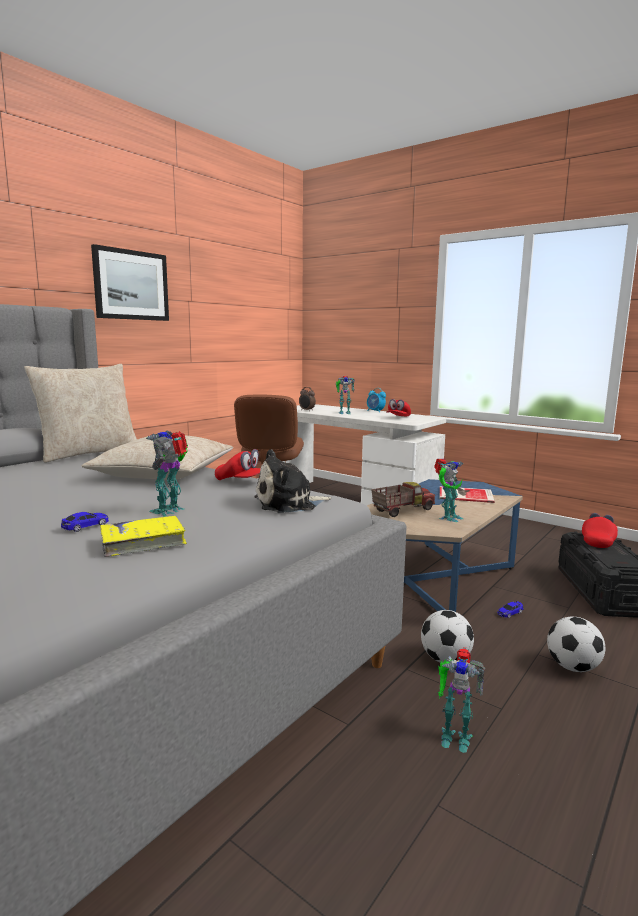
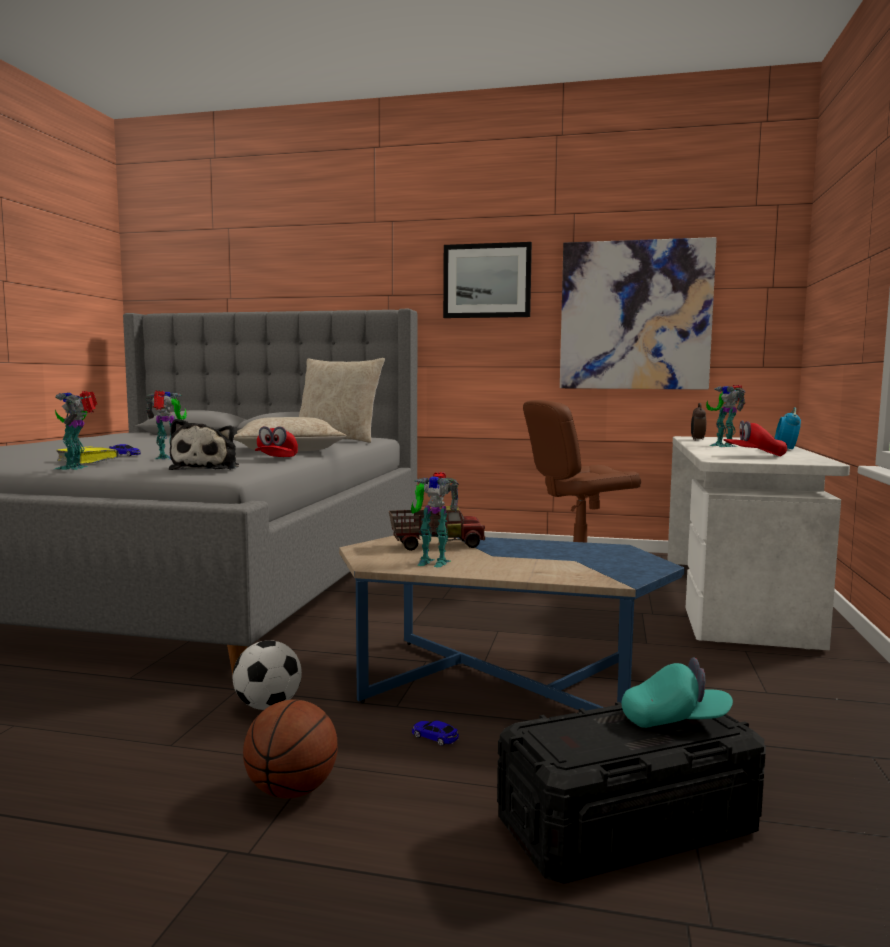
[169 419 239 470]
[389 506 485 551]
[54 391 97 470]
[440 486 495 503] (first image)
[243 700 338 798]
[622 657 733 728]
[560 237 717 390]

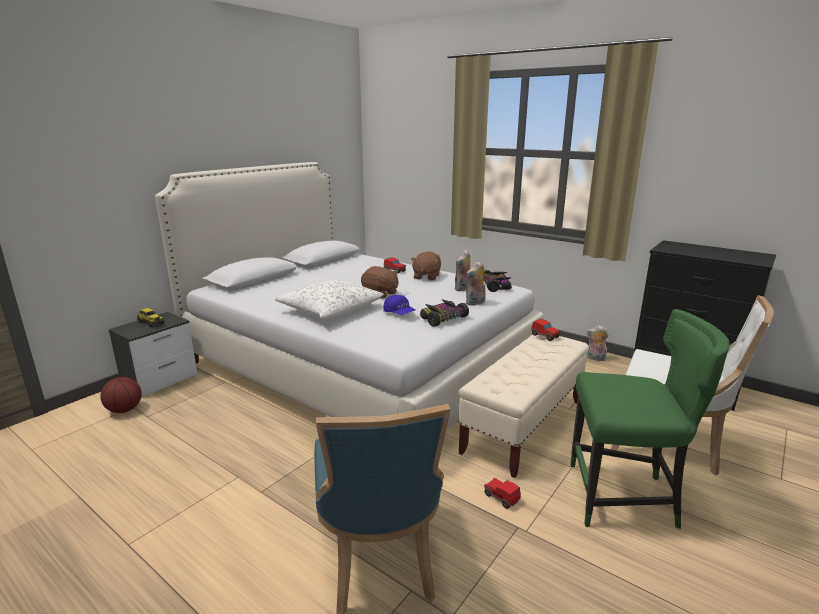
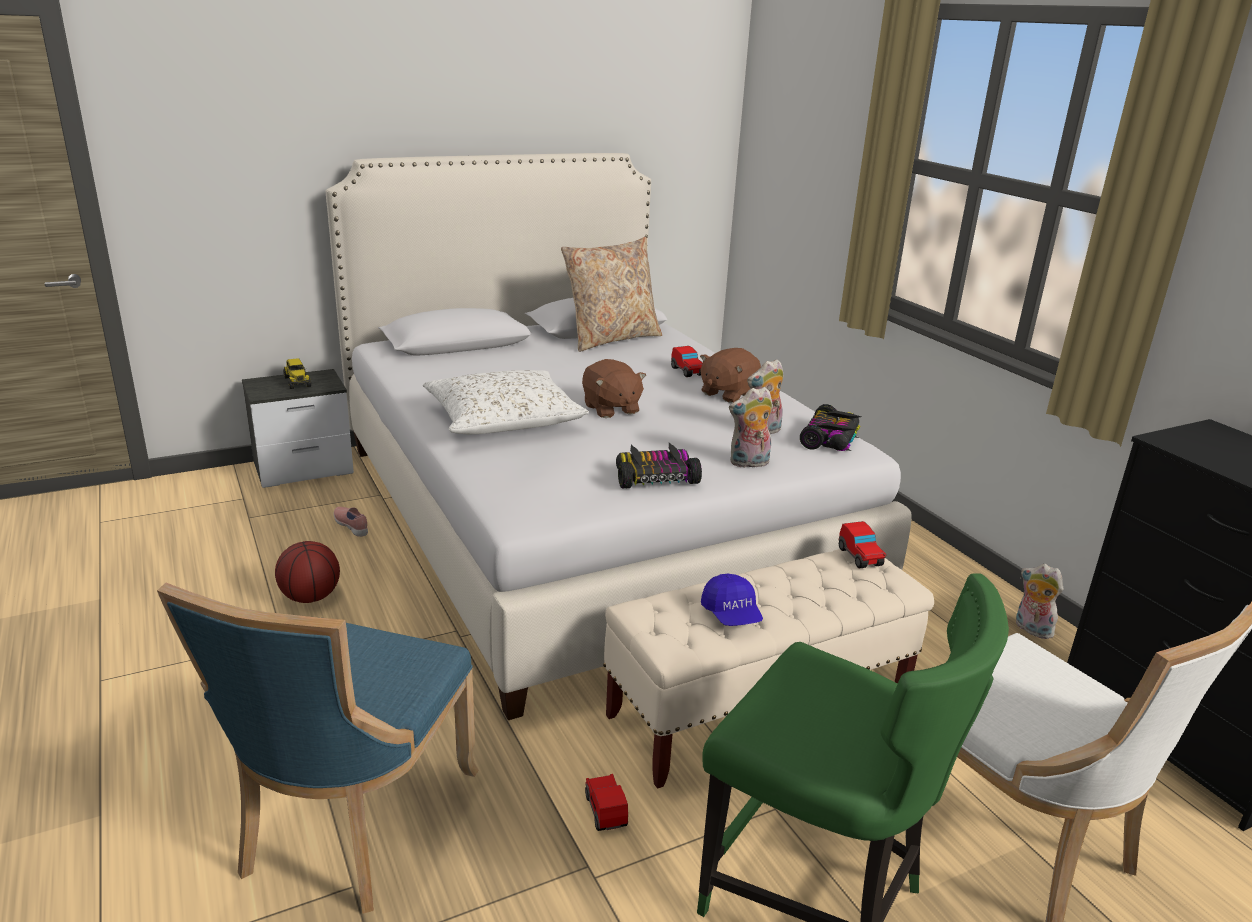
[275 541 340 603]
[701 573 763 626]
[334 507 368 537]
[561 237 662 352]

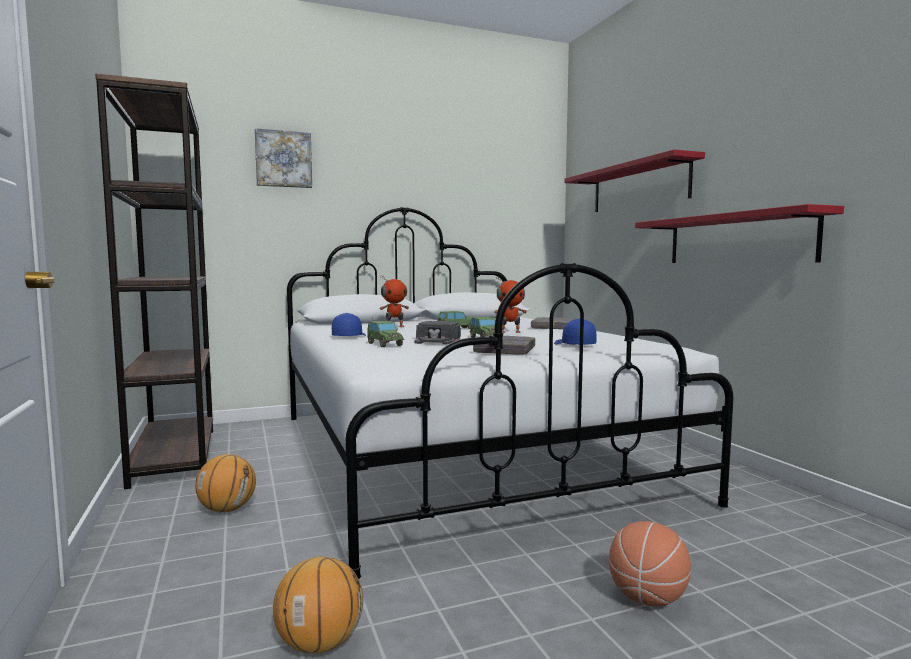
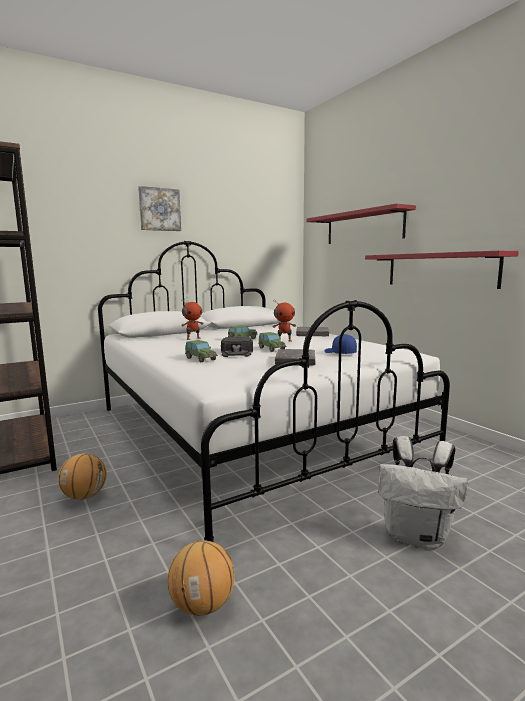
[138 186 181 231]
[332 313 366 336] (first image)
[378 436 468 549]

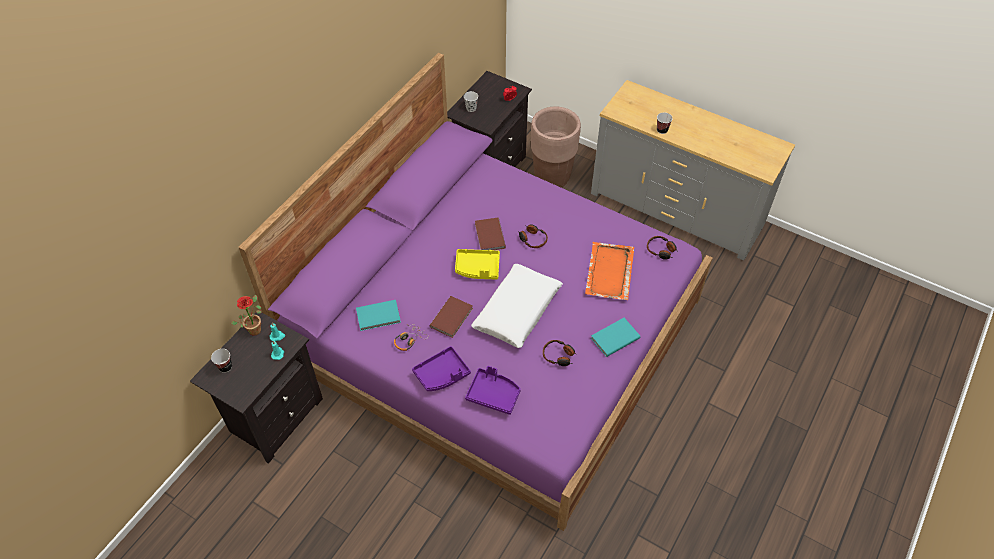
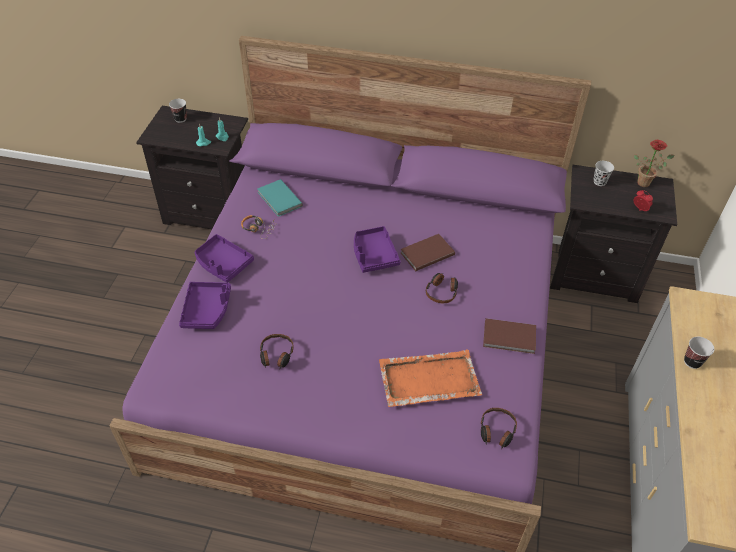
[634 140 674 187]
[483 318 536 354]
[354 226 401 273]
[471 264 563 348] (first image)
[531 107 581 188] (first image)
[591 318 640 357] (first image)

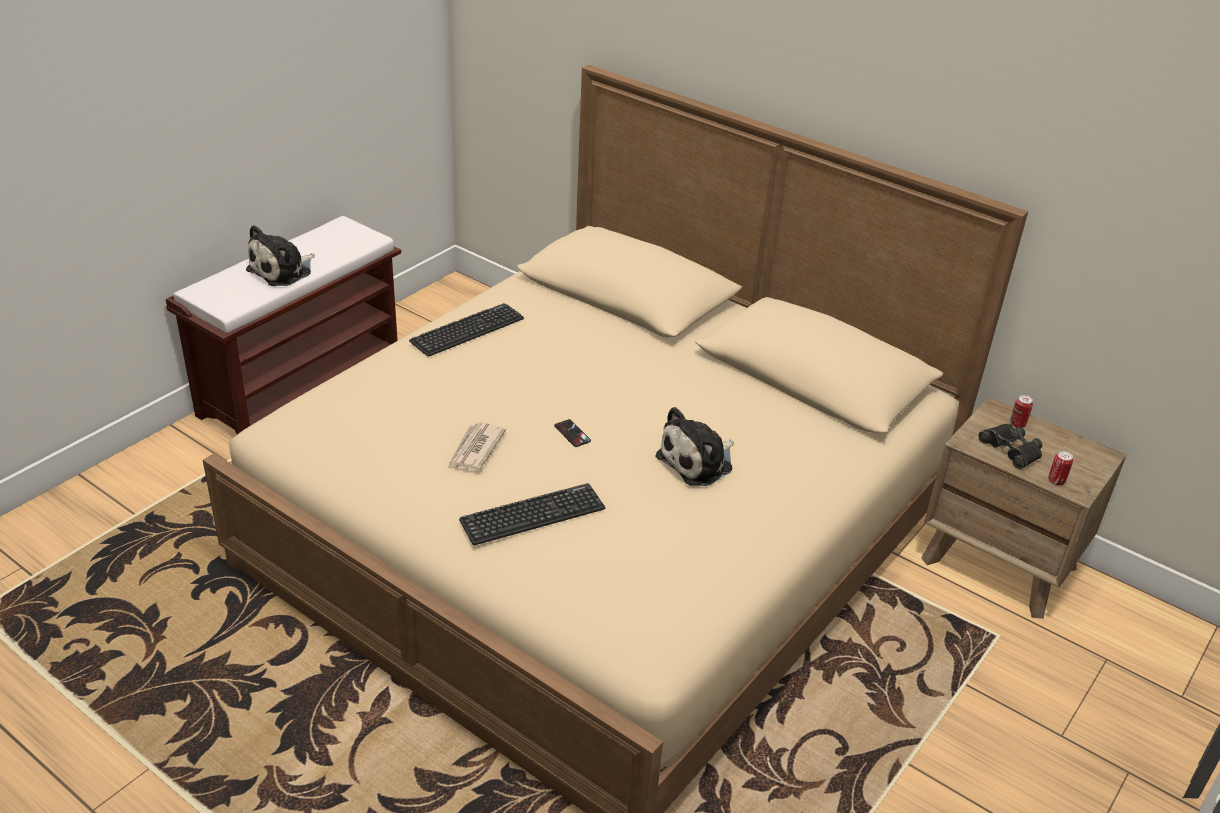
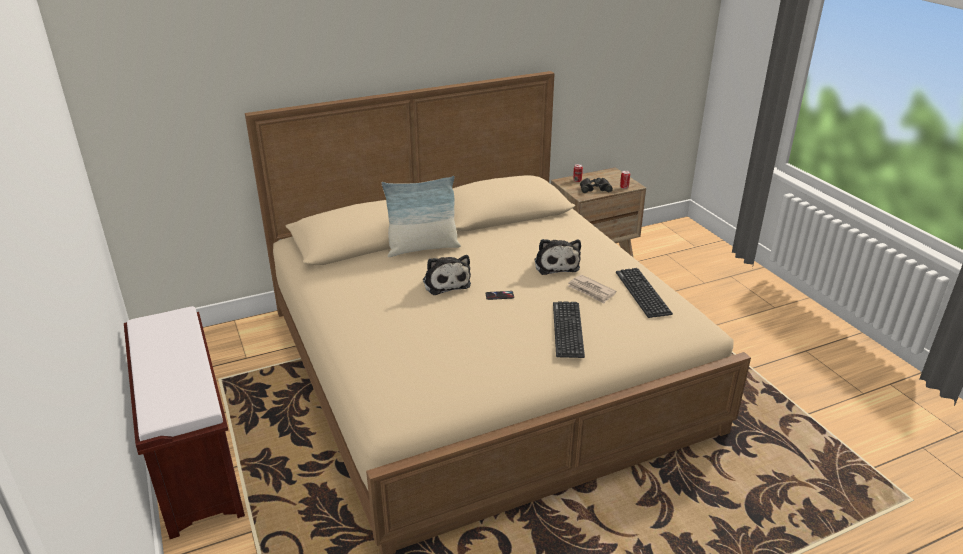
[423 255 471 295]
[616 268 673 318]
[568 275 616 304]
[381 176 461 257]

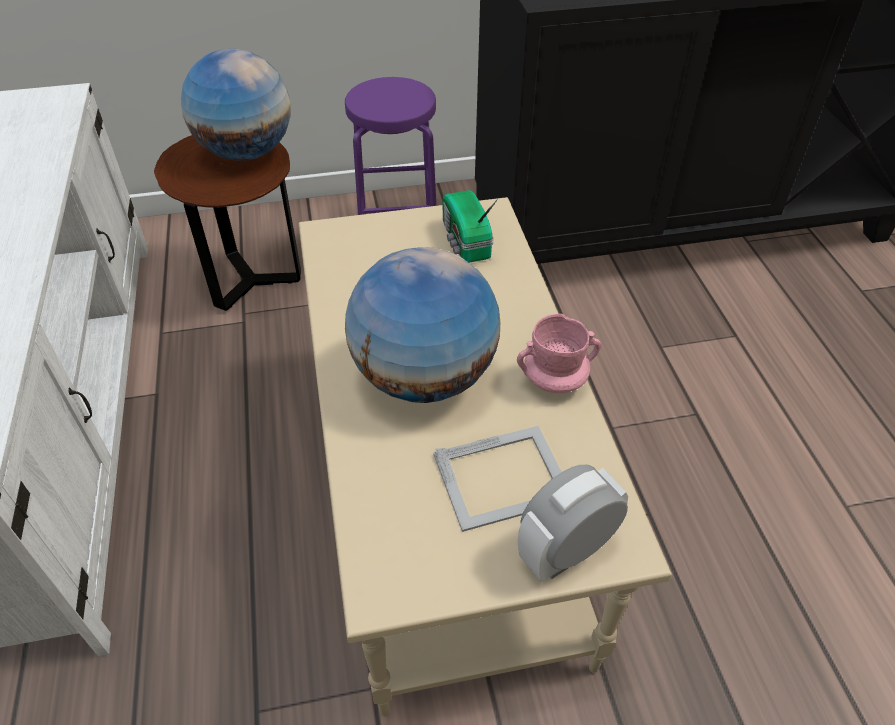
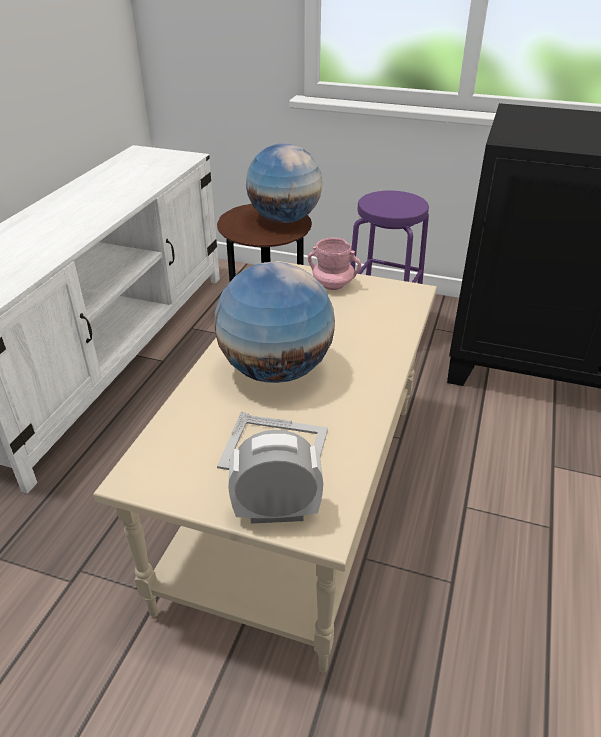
[442 190 498 263] (first image)
[308 237 361 290]

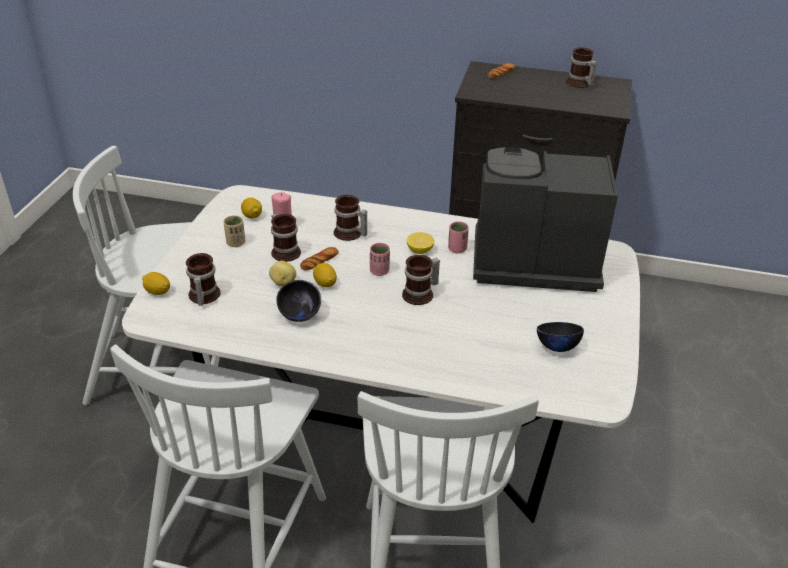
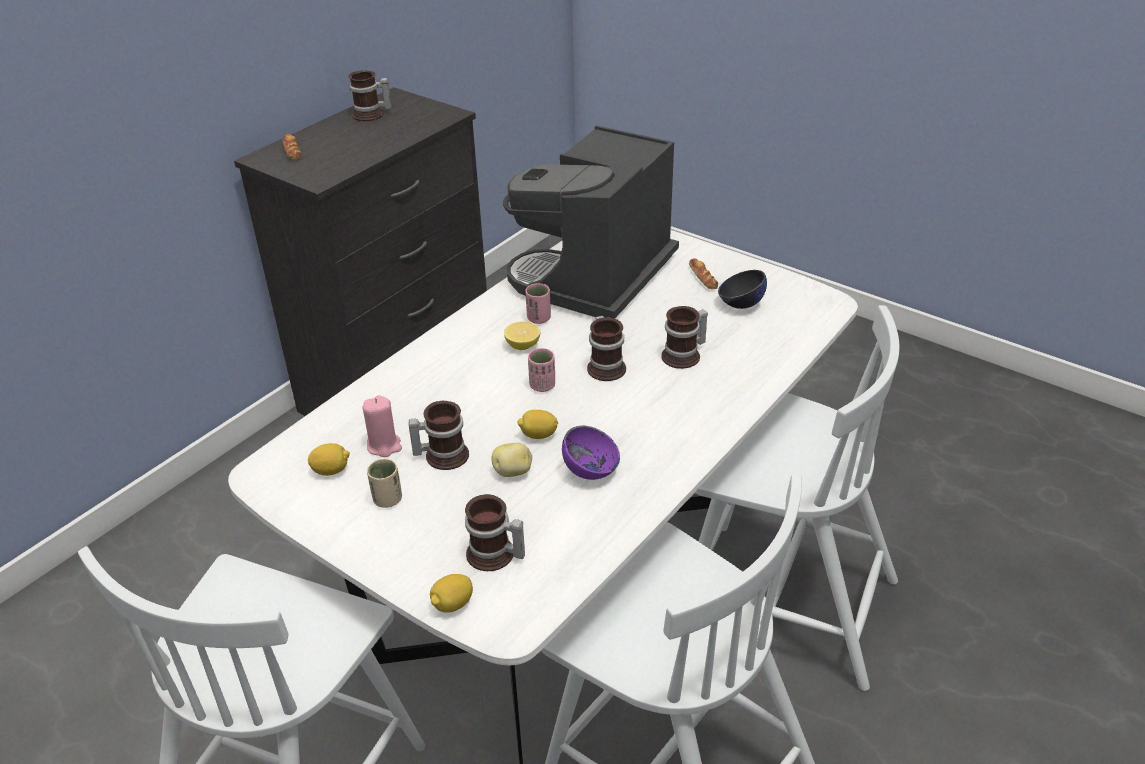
[562 426 620 480]
[689 259 718 289]
[661 306 708 369]

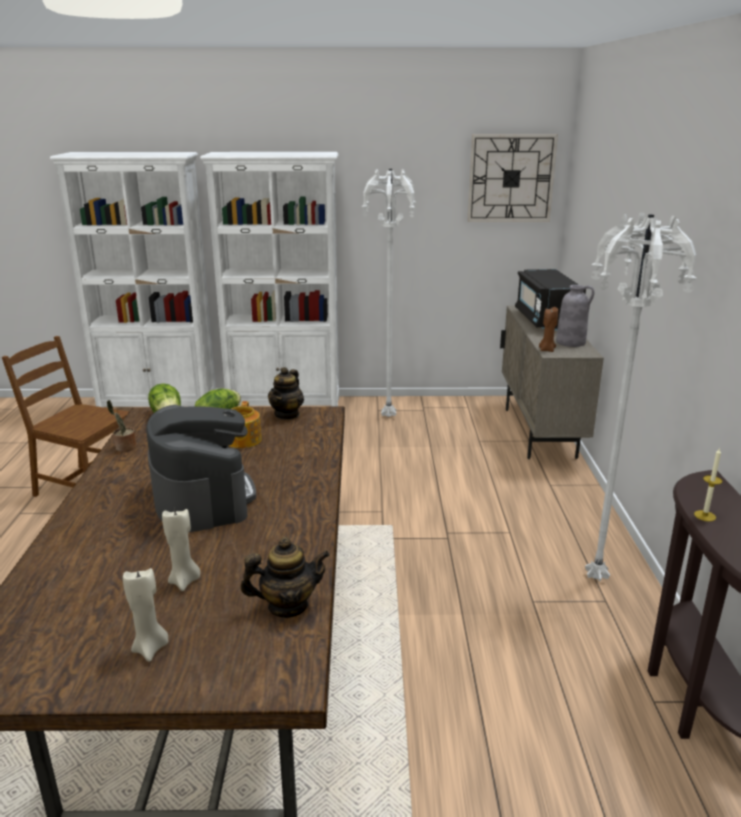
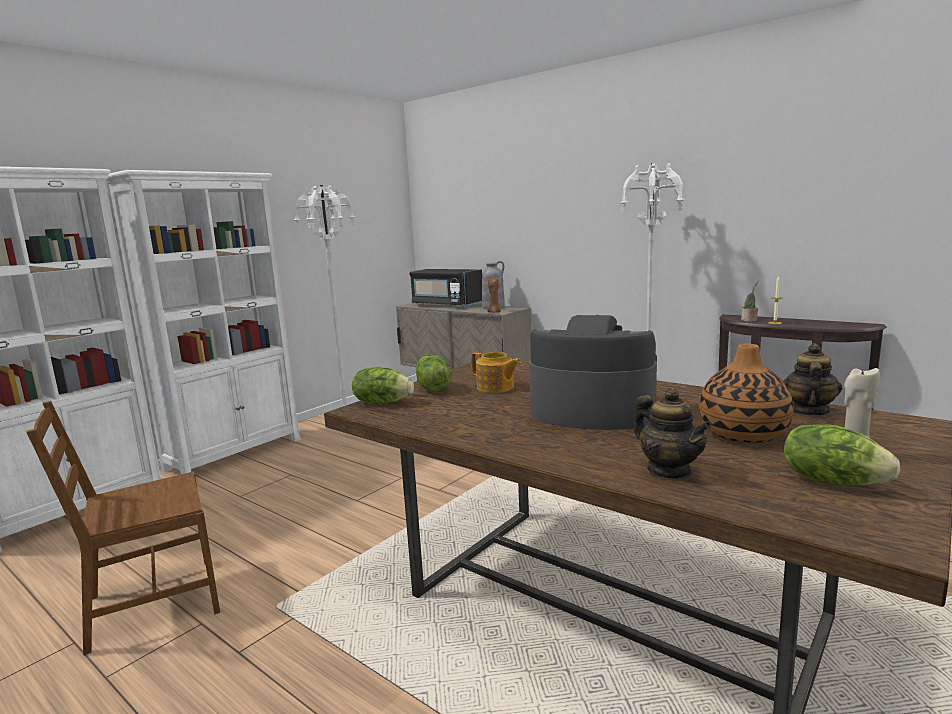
[741 280 759 322]
[699 344 793 443]
[634 388 712 479]
[467 134 558 222] (first image)
[784 424 900 486]

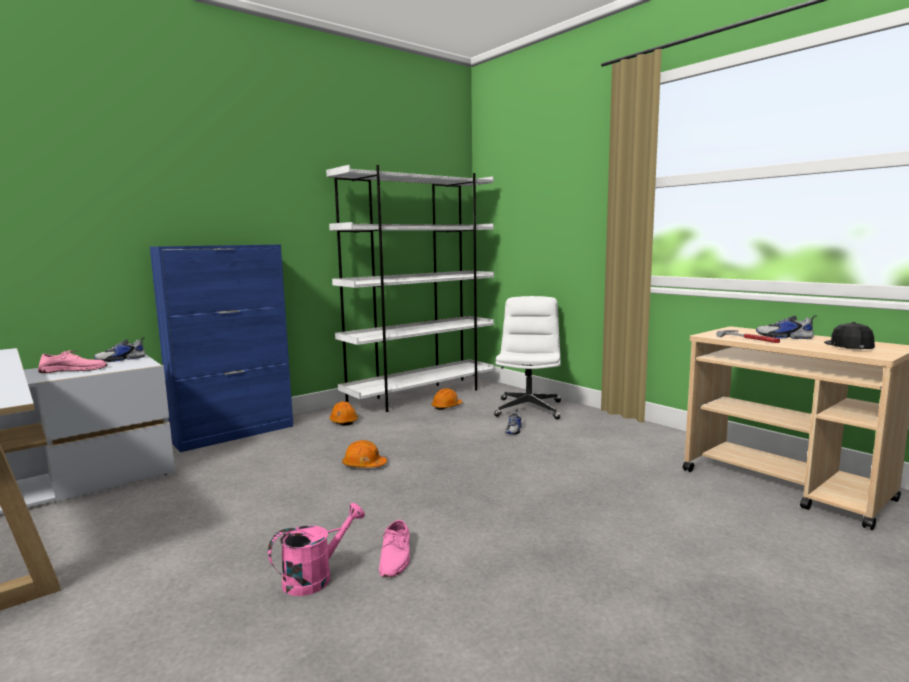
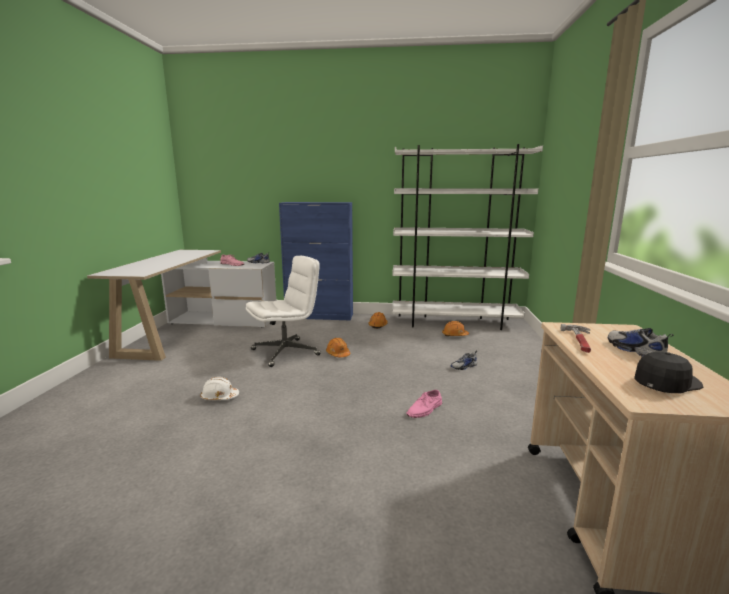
[200 377 239 400]
[407 390 442 418]
[246 256 321 367]

